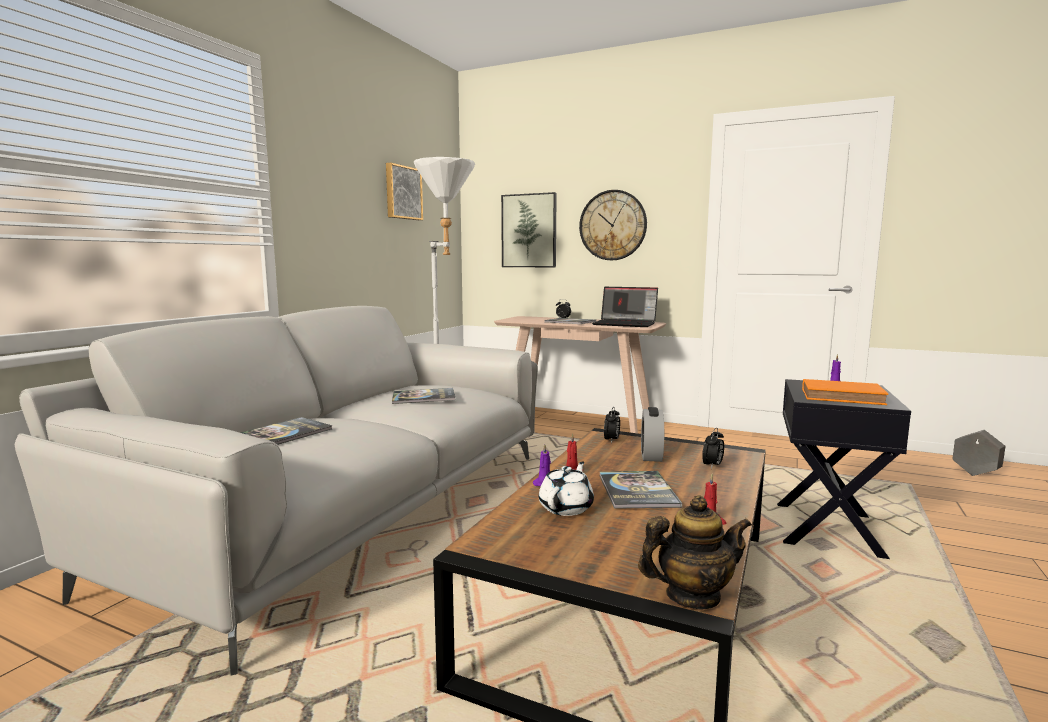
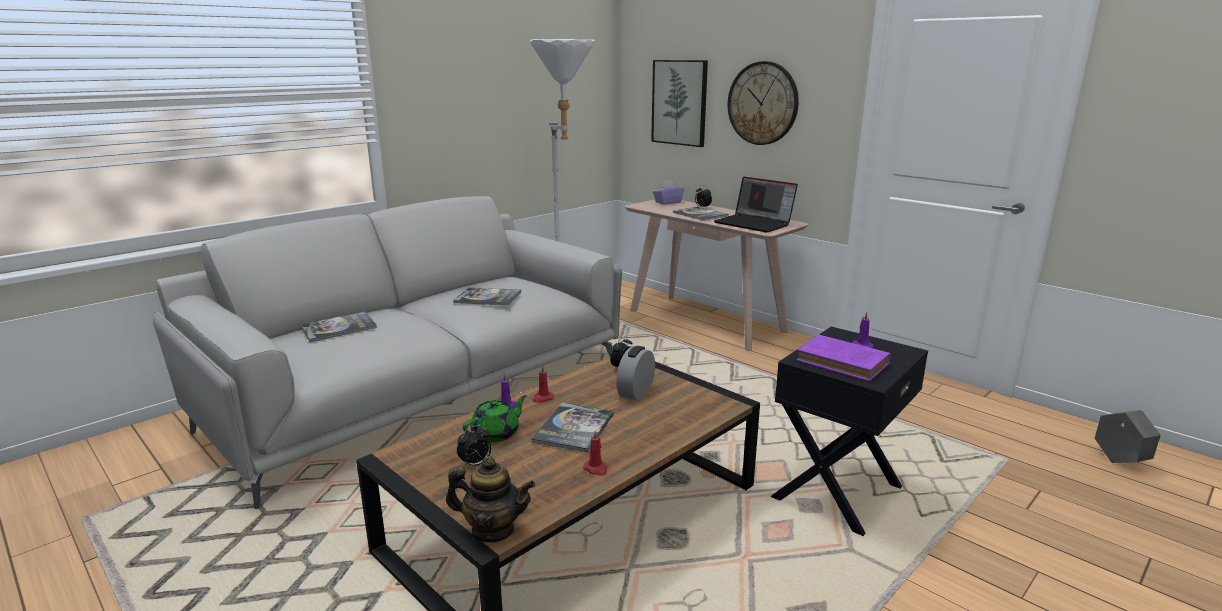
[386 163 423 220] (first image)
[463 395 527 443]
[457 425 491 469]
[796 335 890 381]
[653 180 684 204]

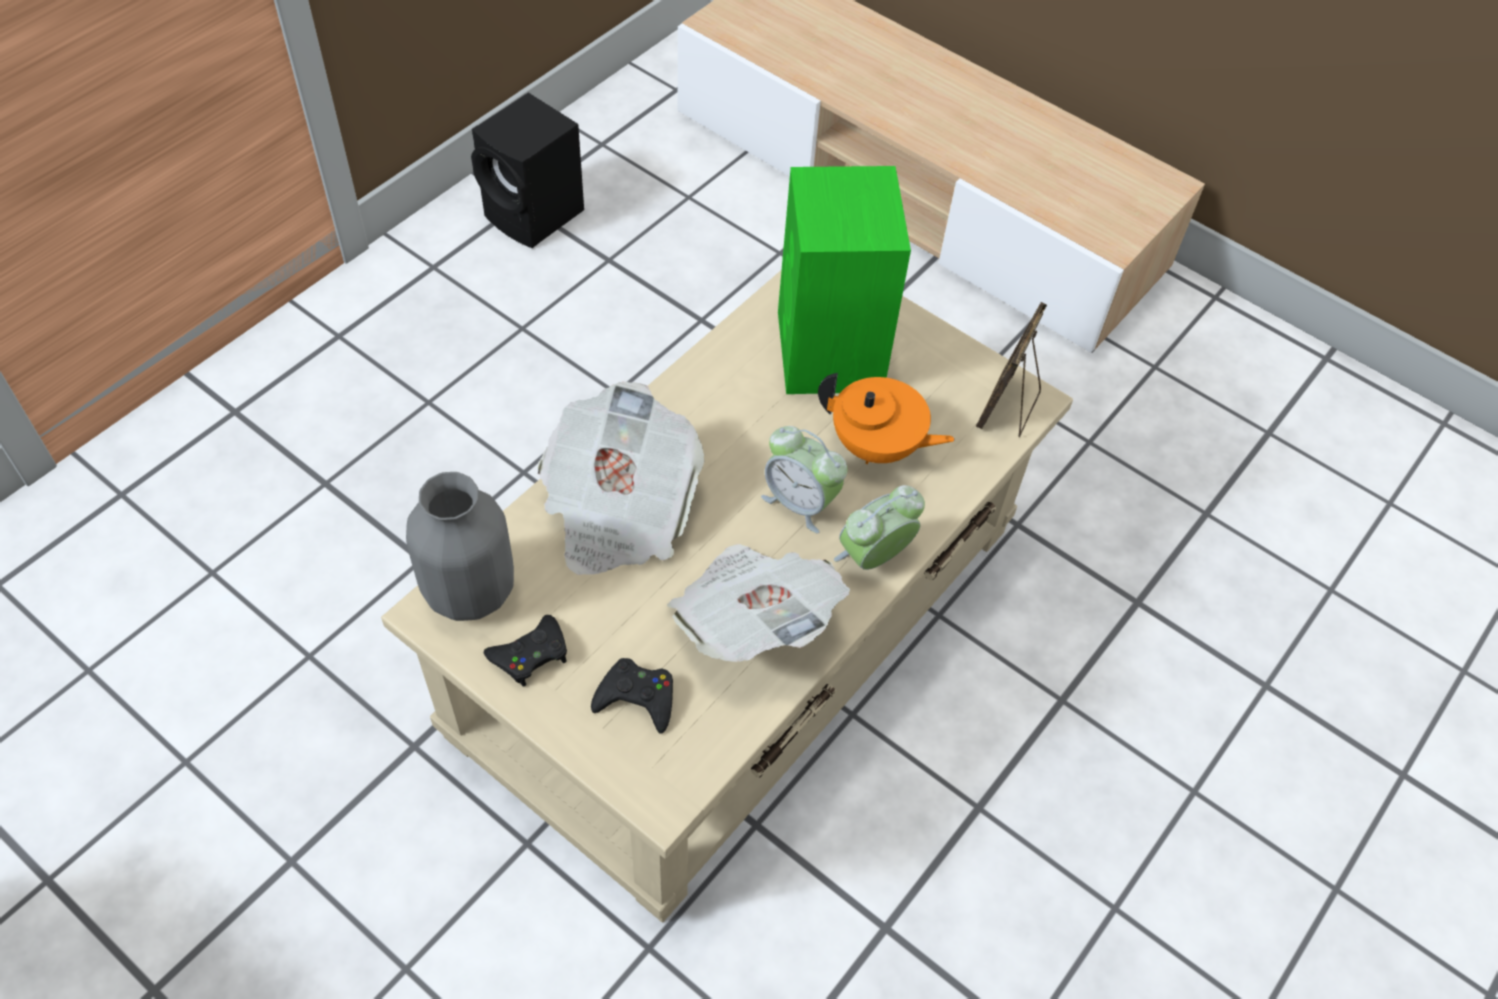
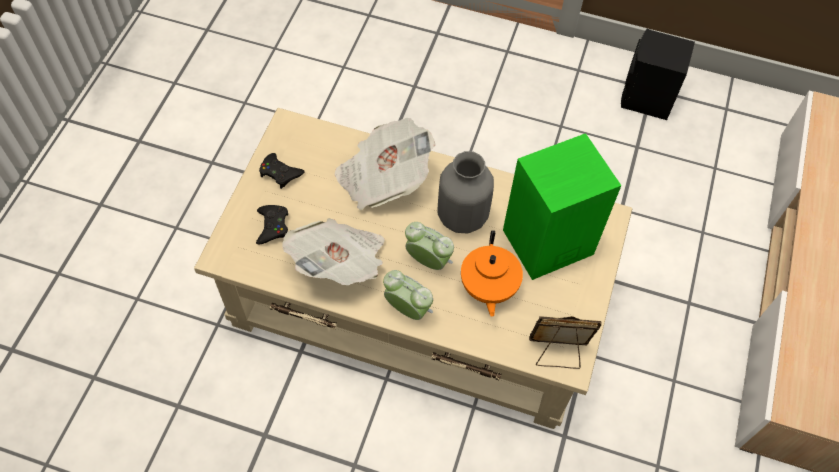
[437 151 494 233]
[405 222 454 270]

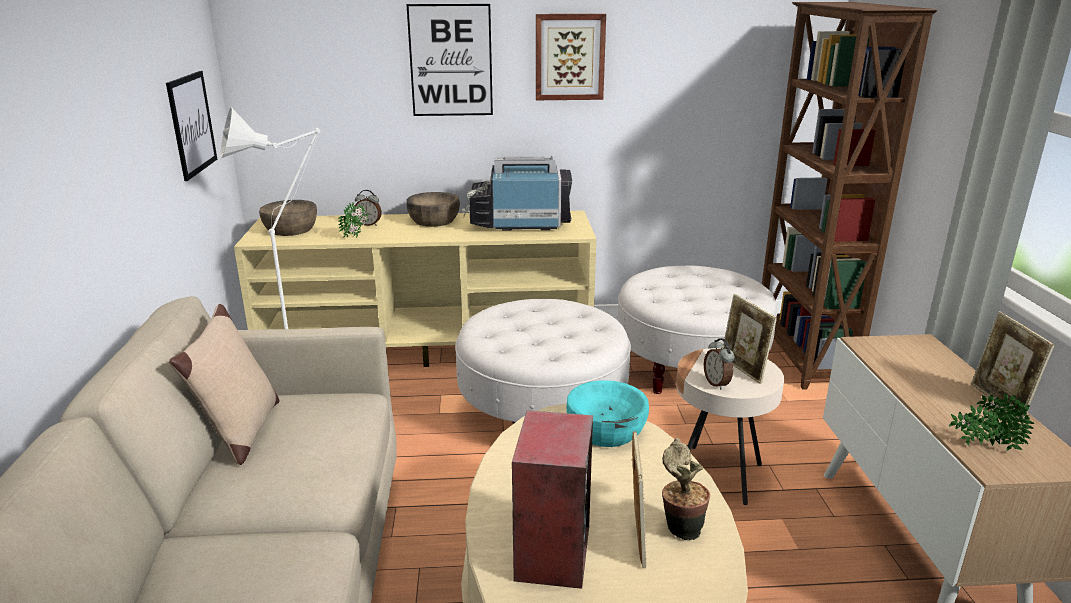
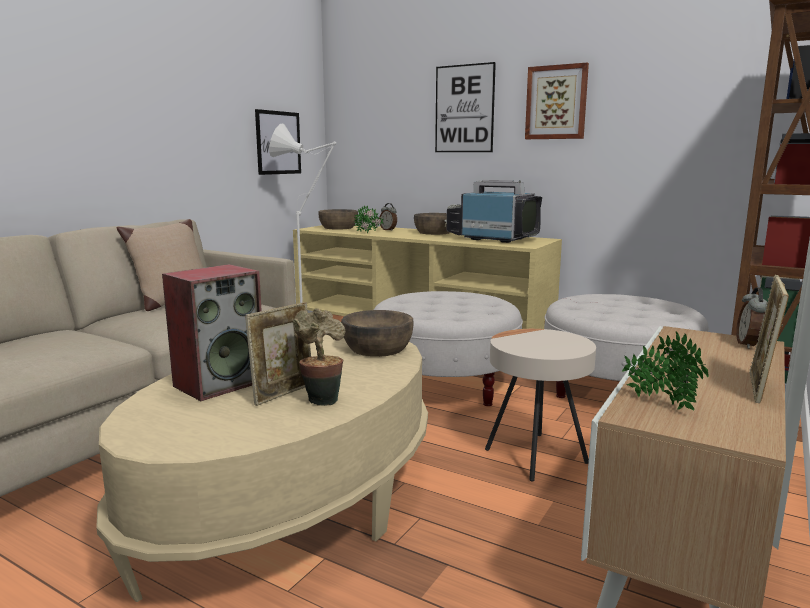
[341 310 414 357]
[736 287 767 349]
[723 294 777 384] (first image)

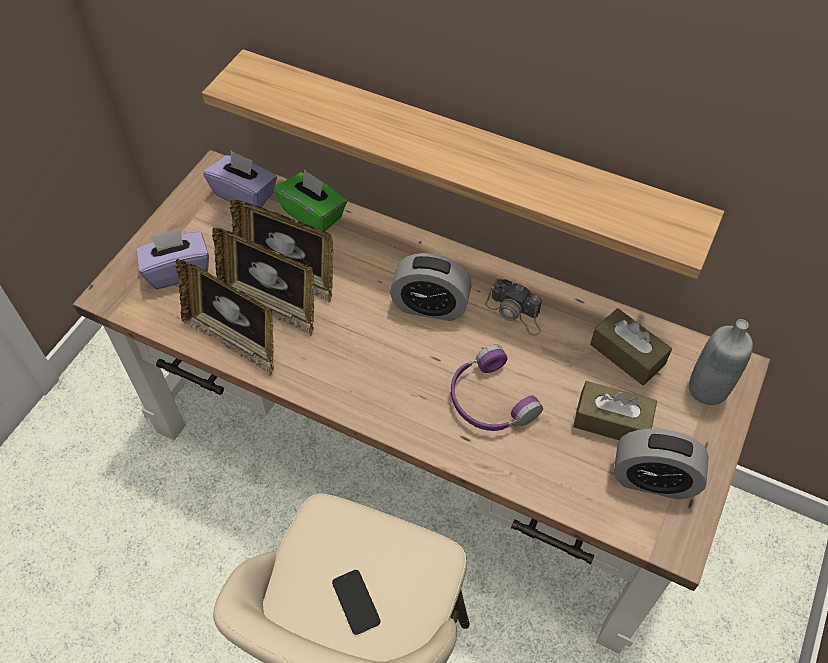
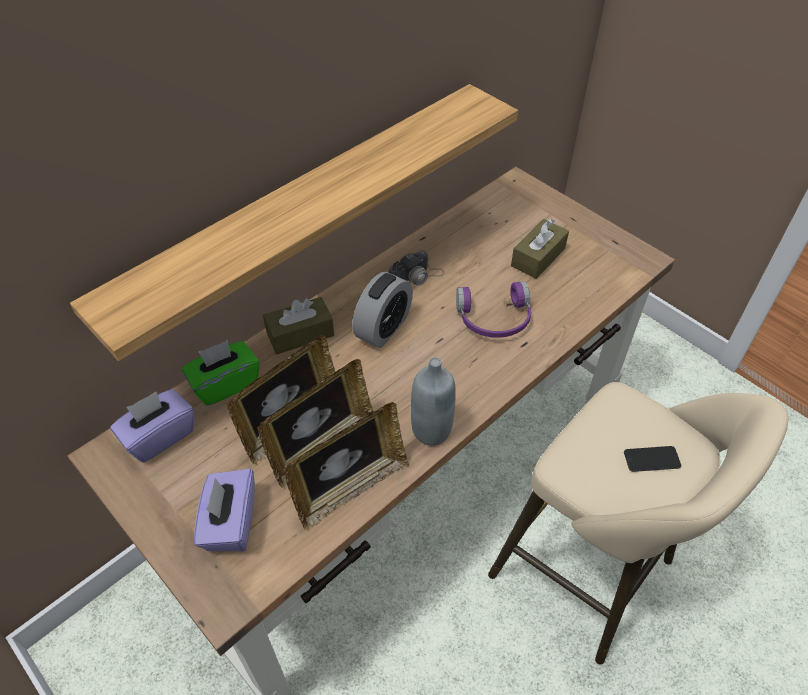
[263 297 334 355]
[614 429 709 499] (first image)
[411 357 456 446]

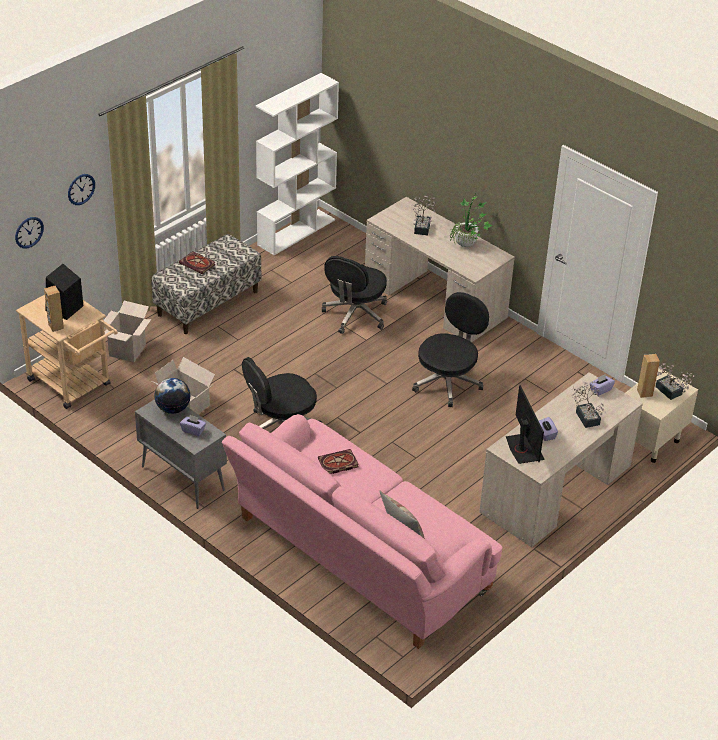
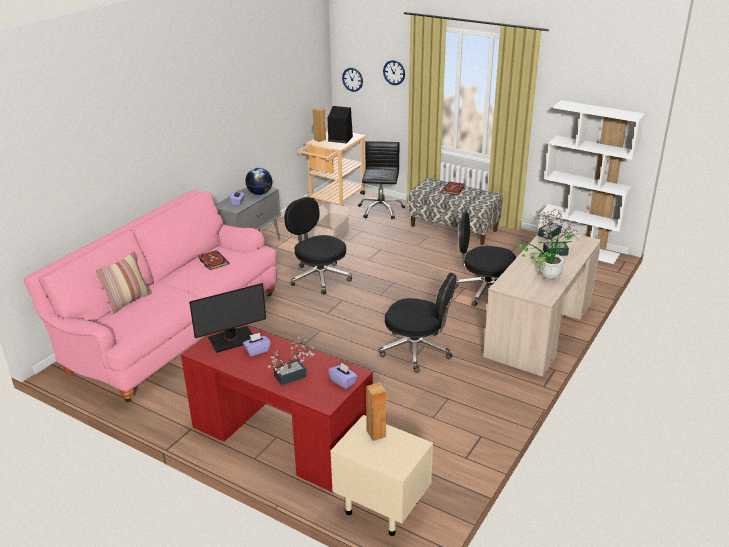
[358 141 405 219]
[181 325 373 492]
[534 209 563 239]

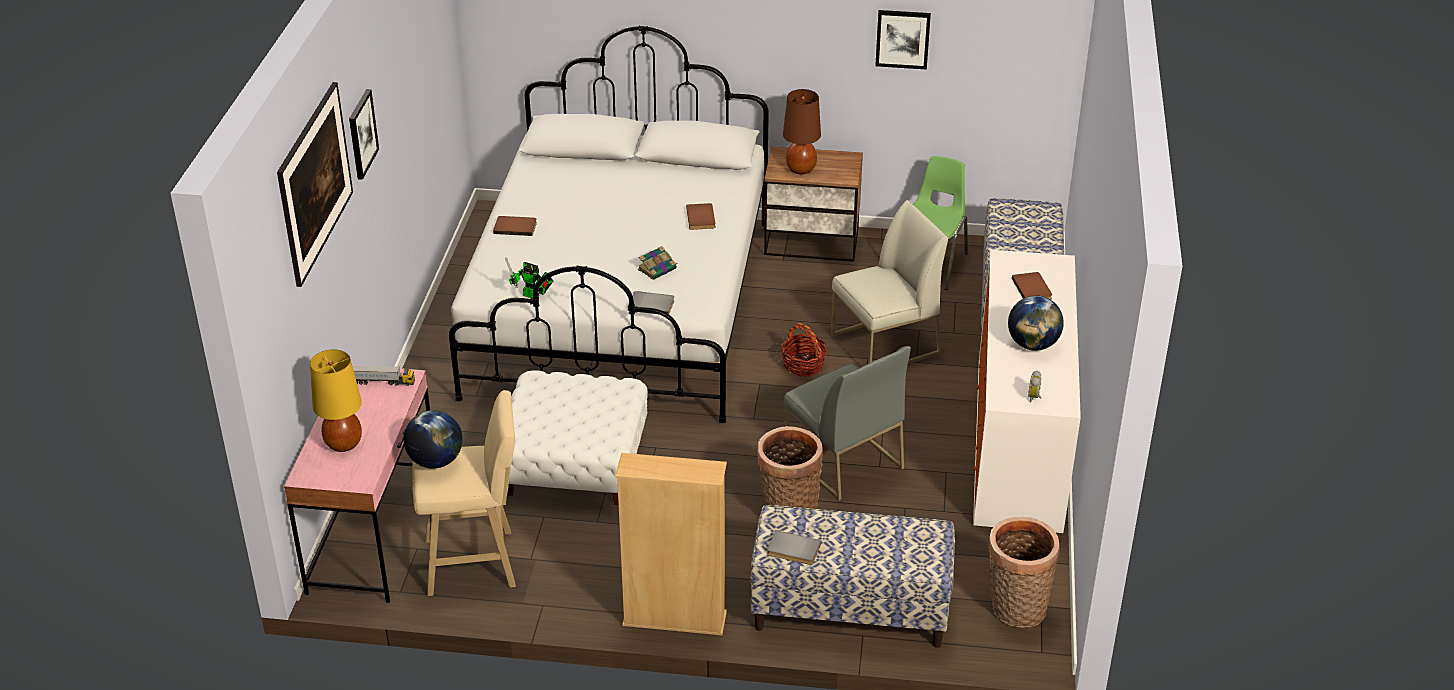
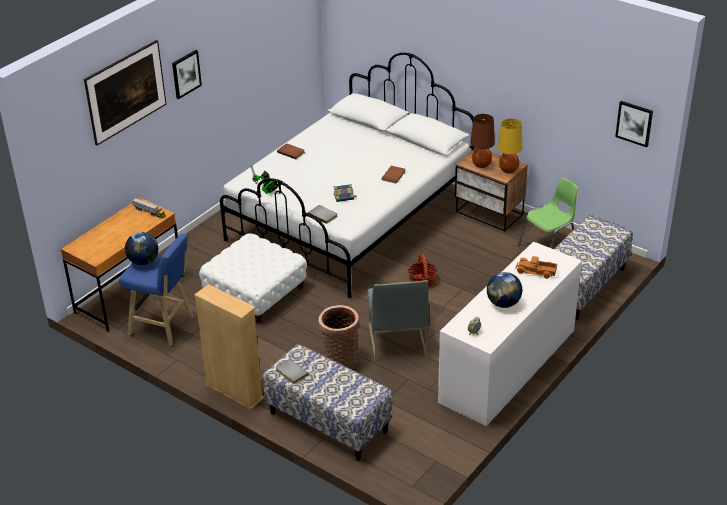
[61 198 183 331]
[498 119 522 173]
[119 233 194 346]
[831 200 948 364] (first image)
[615 101 653 147]
[988 517 1060 628] (first image)
[516 256 557 279]

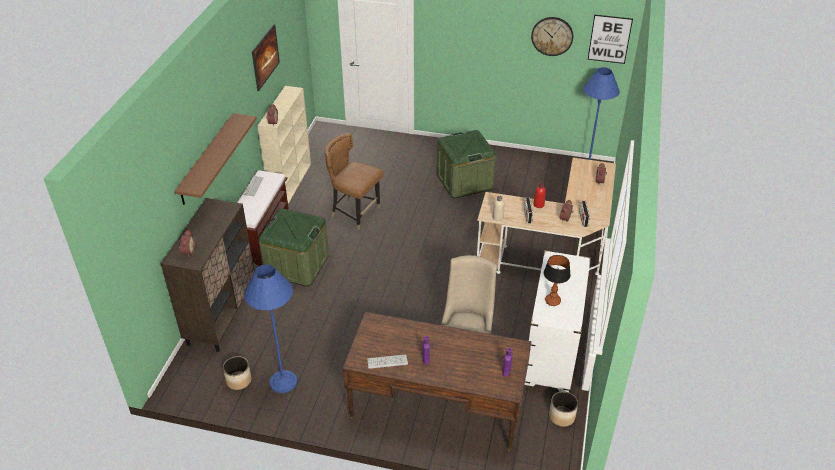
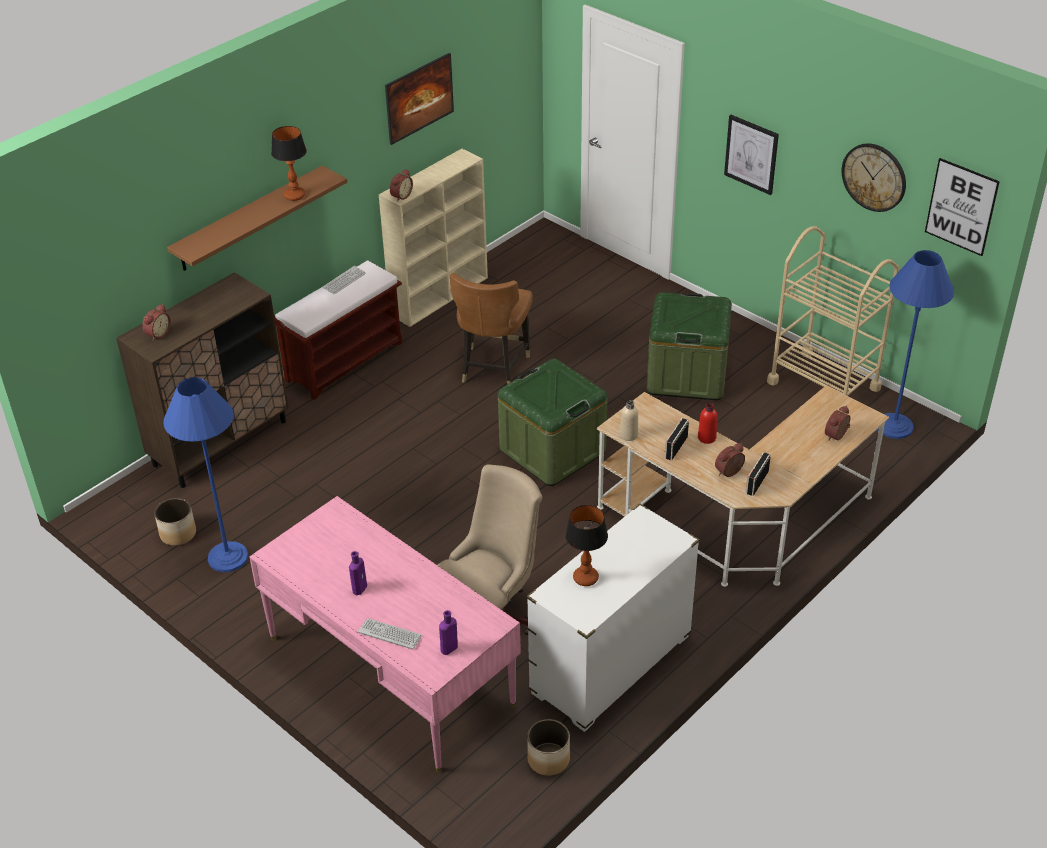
[498 359 608 486]
[450 273 533 385]
[250 496 521 773]
[358 618 422 650]
[271 126 307 201]
[724 115 779 195]
[767 226 899 396]

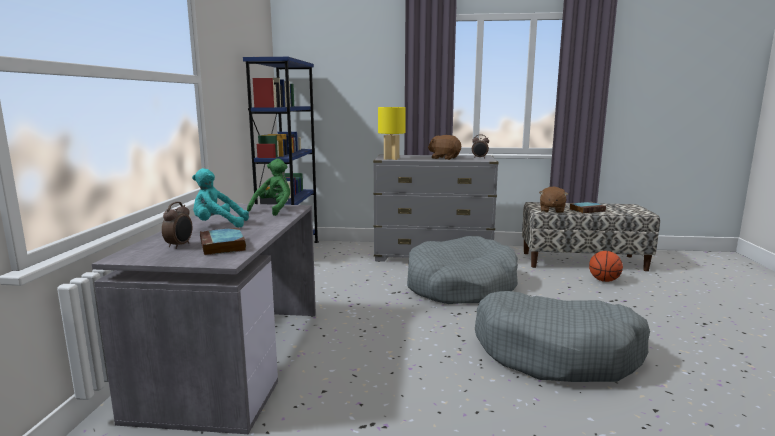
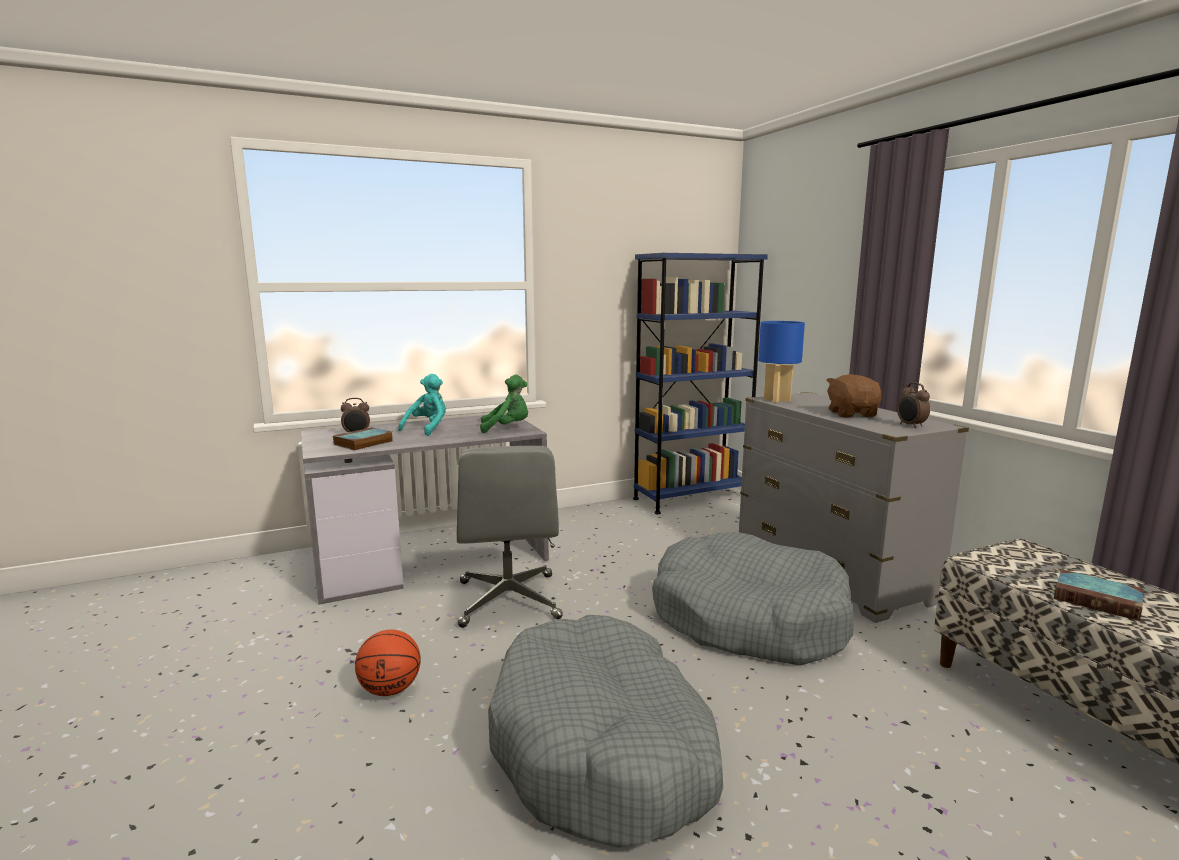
[398 374 446 436]
[758 321 805 403]
[539 186 568 213] (first image)
[355 630 421 696]
[456 446 563 628]

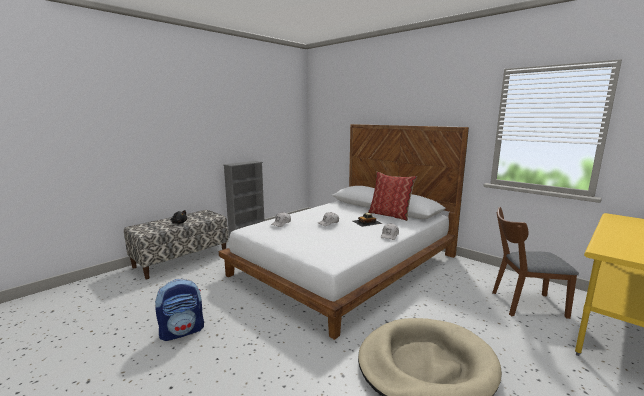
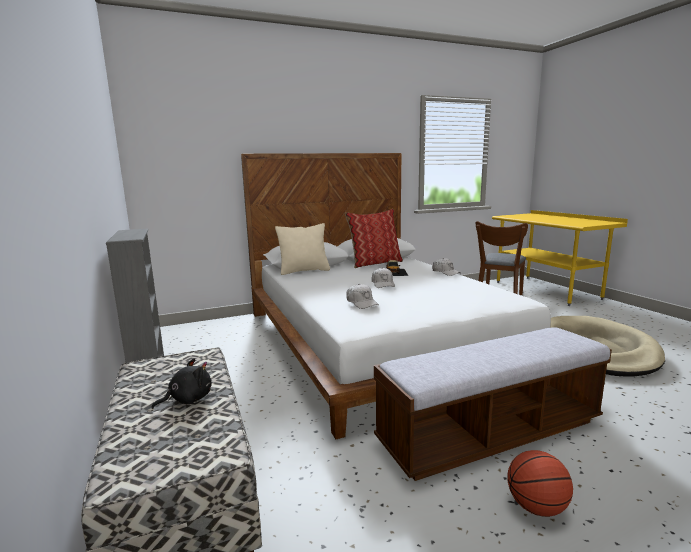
[507 450 573 517]
[275 223 330 275]
[374 327 612 481]

